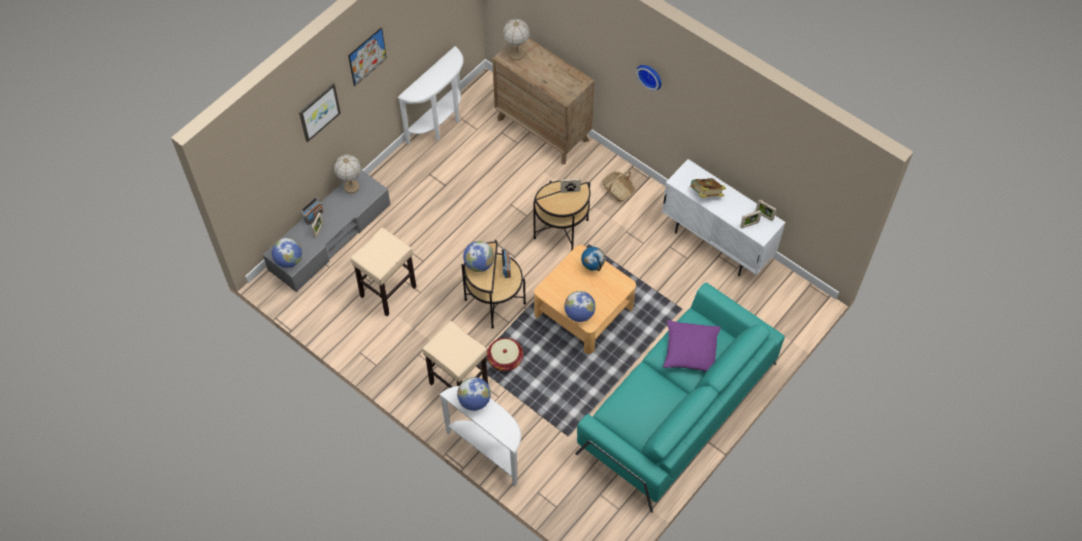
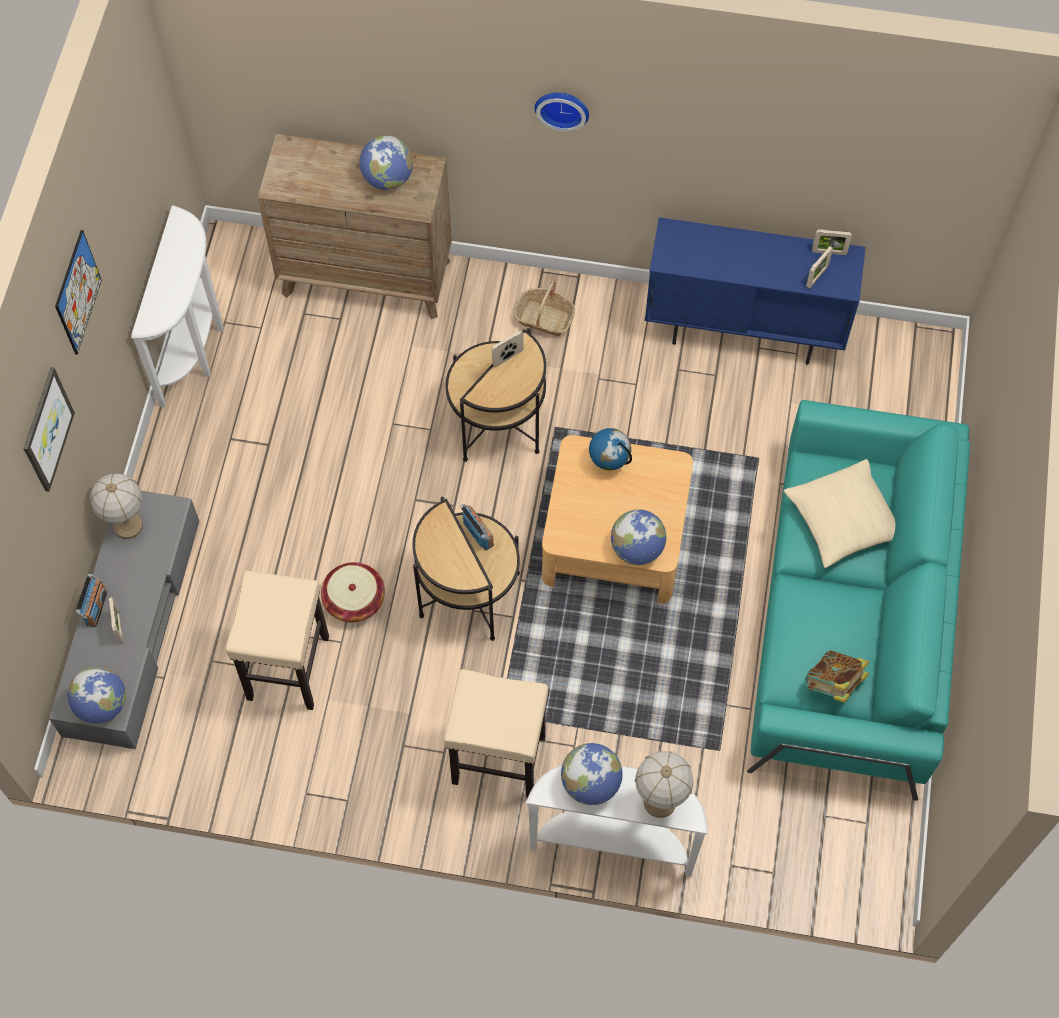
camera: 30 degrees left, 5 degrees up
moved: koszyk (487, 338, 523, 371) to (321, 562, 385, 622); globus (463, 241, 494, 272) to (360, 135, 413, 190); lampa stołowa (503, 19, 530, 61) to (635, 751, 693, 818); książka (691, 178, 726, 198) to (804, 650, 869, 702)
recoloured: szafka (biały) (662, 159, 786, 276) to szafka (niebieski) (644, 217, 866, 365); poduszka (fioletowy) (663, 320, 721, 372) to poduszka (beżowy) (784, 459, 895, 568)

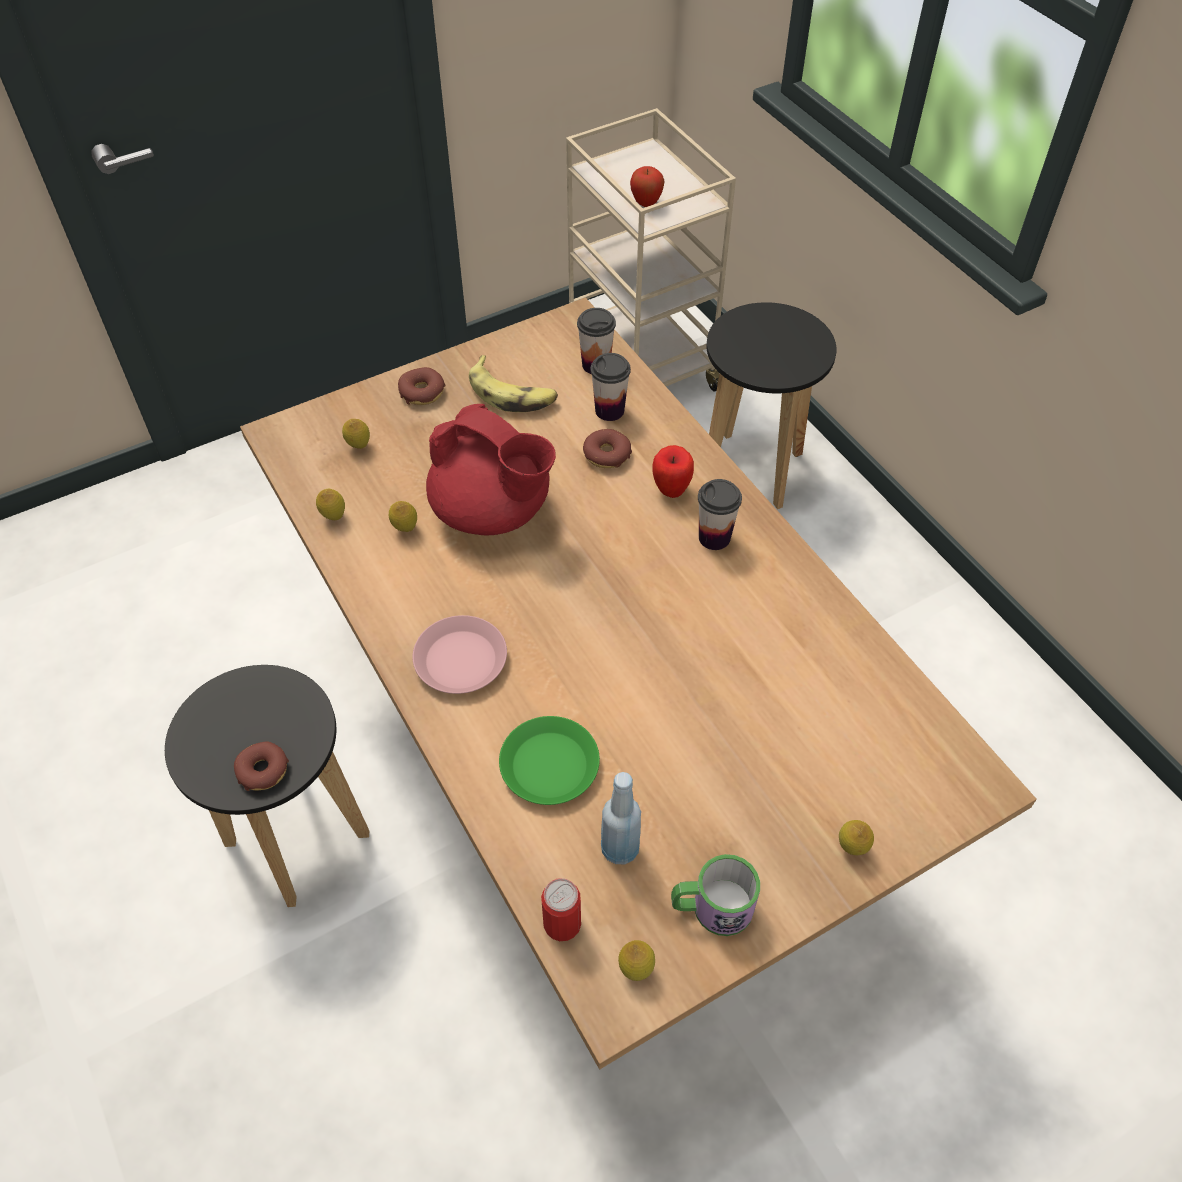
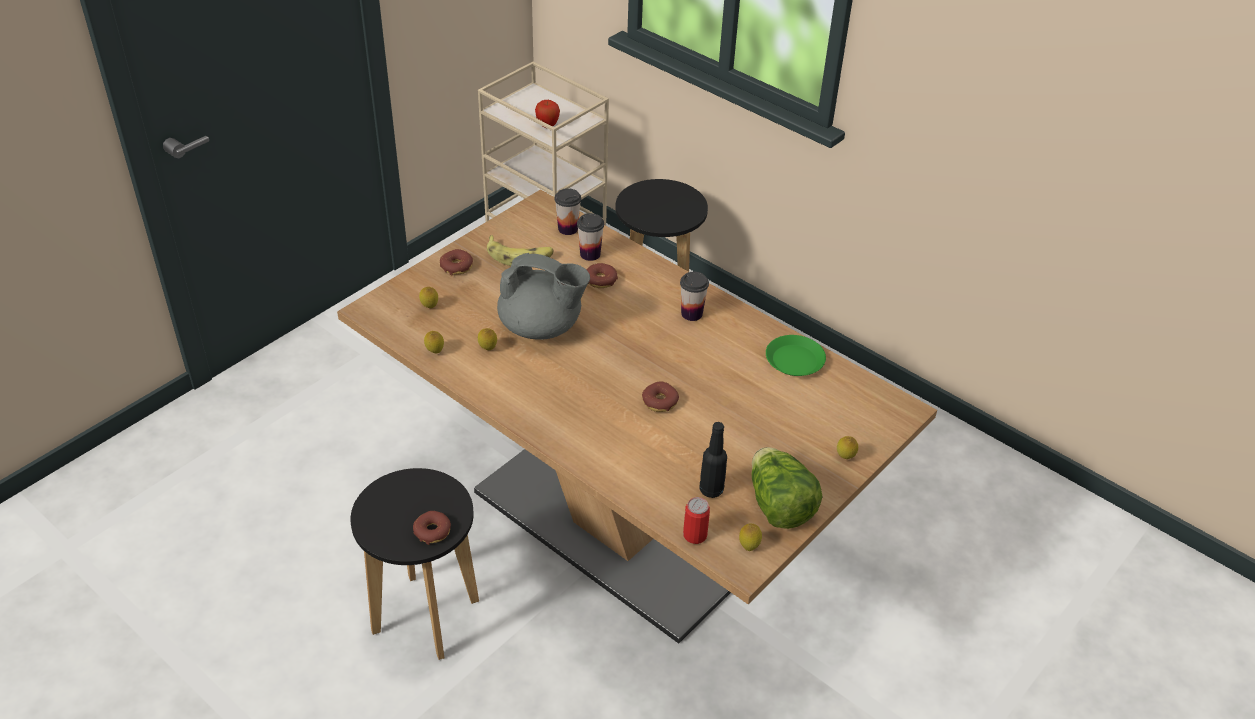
camera: 20 degrees left, 10 degrees down
removed: talerz (różowy) (412, 615, 507, 694); jabłko (652, 445, 694, 498)
added: donut (642, 382, 679, 412)
moved: talerz (zielony) (499, 716, 600, 805) to (766, 335, 826, 376)
replaced: kubek (671, 854, 760, 936) to sałata (752, 447, 823, 529)
recoloured: imbryk (czerwony) (426, 404, 556, 535) to imbryk (szary) (497, 253, 590, 340); butelka (niebieski) (601, 772, 641, 864) to butelka (czarny) (700, 422, 727, 498)

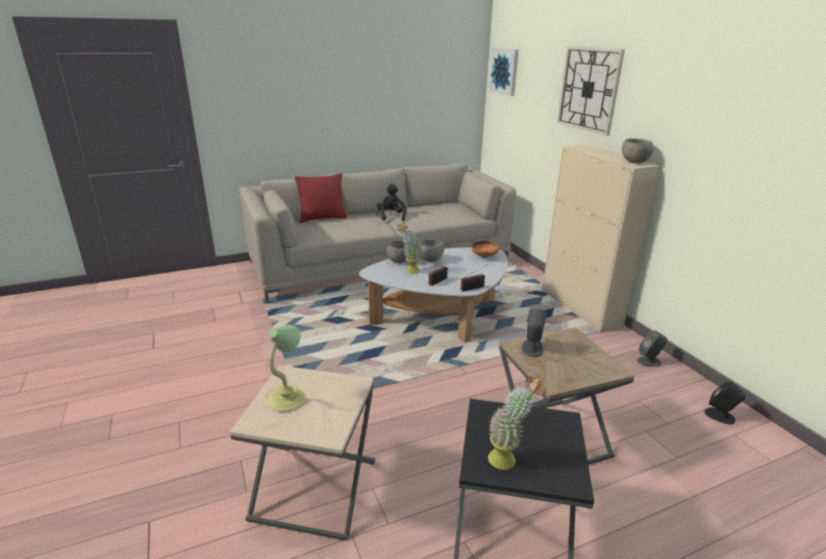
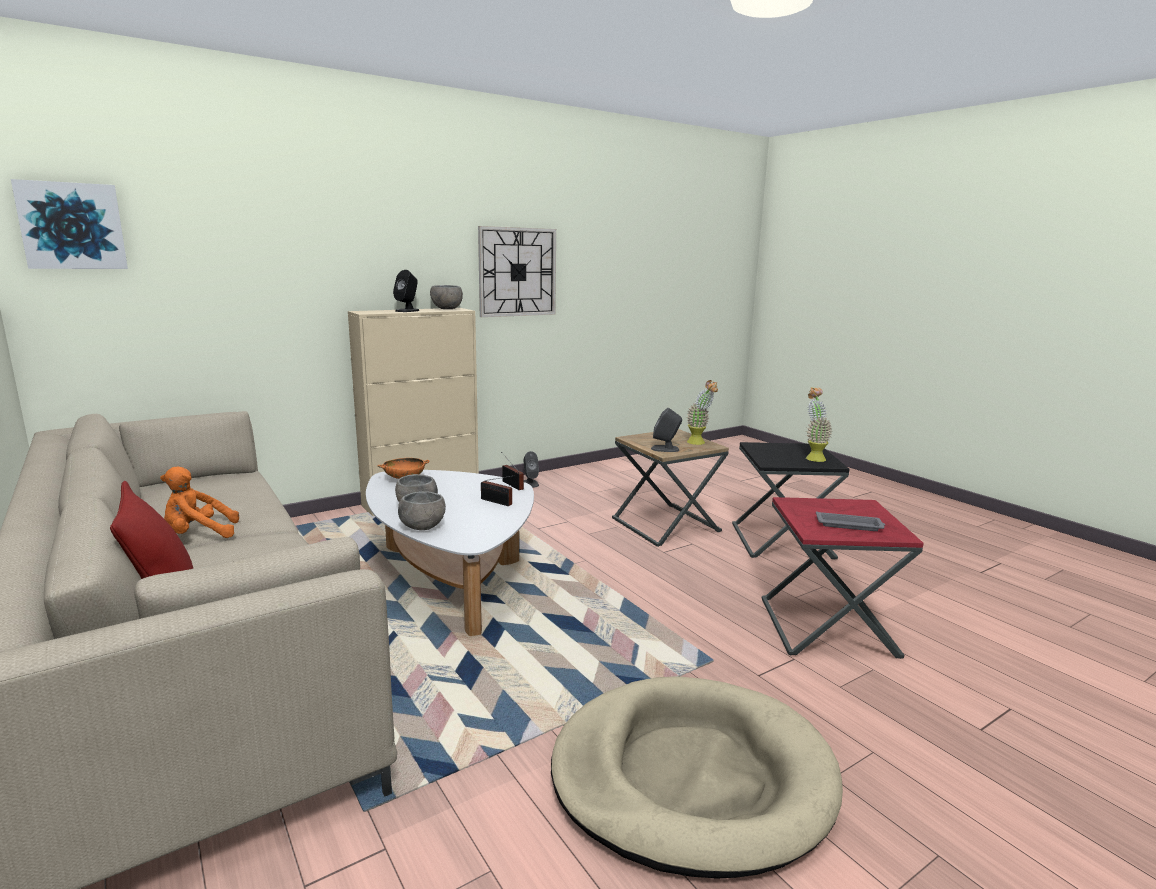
camera: 100 degrees left, 10 degrees down
added: legowisko (beżowy) (551, 676, 843, 879)
moved: głośnik (czarny) (704, 381, 745, 424) to (393, 270, 419, 312); zegar ścienny (557, 46, 625, 136) to (478, 226, 556, 317); roślina doniczkowa (397, 222, 422, 274) to (687, 380, 718, 445)
replaced: lampa stołowa (268, 325, 305, 411) to taca (szary) (816, 511, 885, 531)
recoloured: pluszak (czarny) (377, 184, 406, 221) to pluszak (pomarańczowy) (160, 467, 239, 538); stolik (beżowy) (230, 365, 375, 541) to stolik (czerwony) (762, 497, 924, 659)

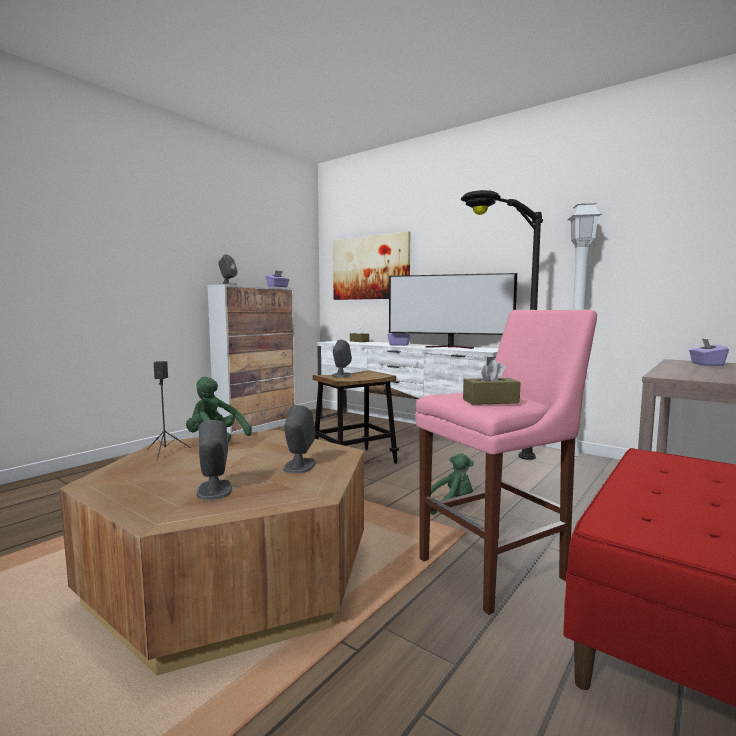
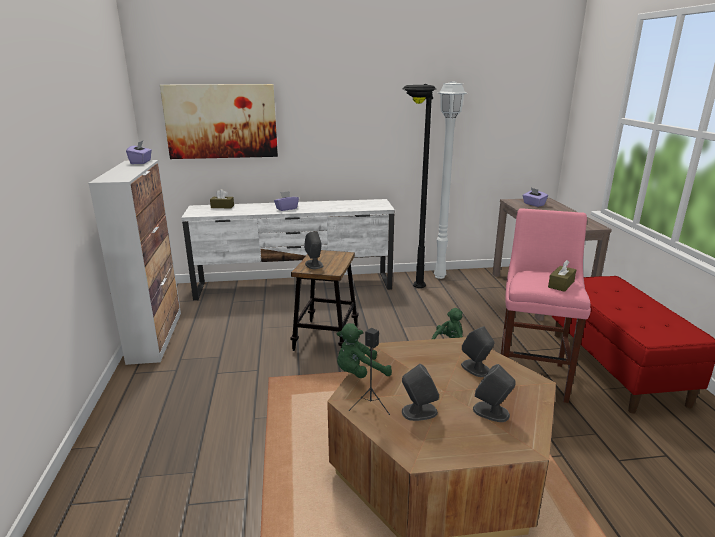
camera: 45 degrees left, 15 degrees up
removed: telewizor (389, 273, 517, 349)
moved: głośnik (szary) (218, 254, 238, 285) to (402, 364, 439, 421)

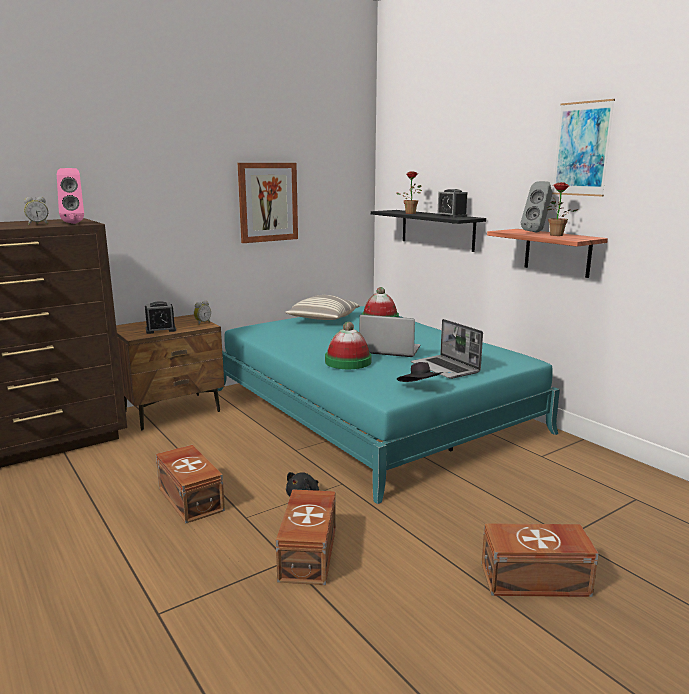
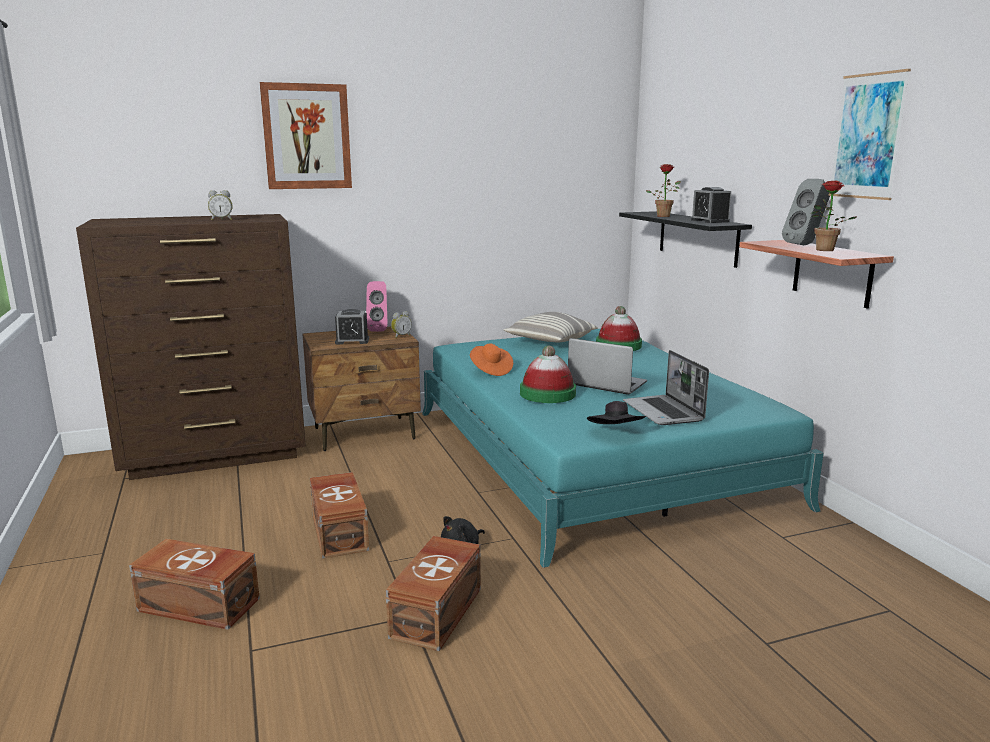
camera: 15 degrees right, 0 degrees up
added: kapelusz (pomarańczowy) (470, 344, 513, 376)
moved: pojemnik do przechowywania (brązowy) (481, 523, 599, 597) to (129, 539, 260, 630); obraz (238, 163, 298, 243) to (260, 82, 352, 189); głośnik (różowy) (57, 168, 84, 224) to (366, 281, 388, 332)

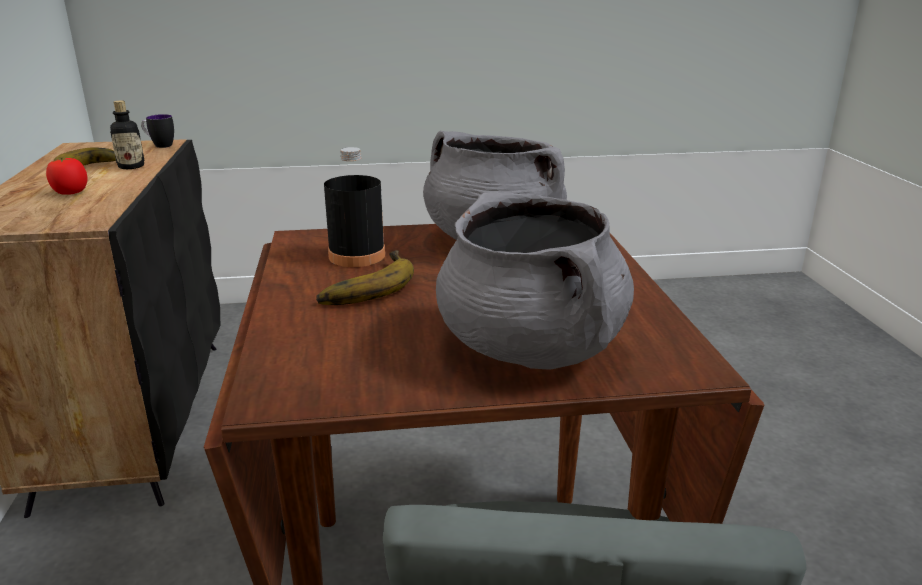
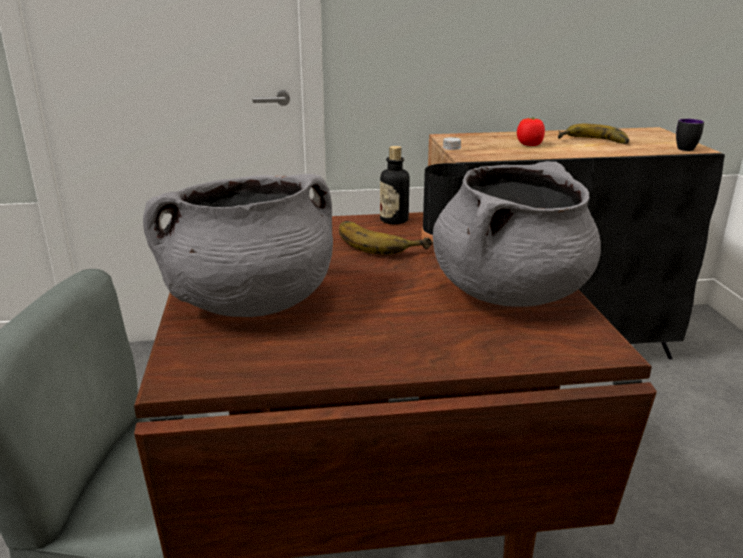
camera: 90 degrees right, 0 degrees up
moved: butelka (110, 101, 145, 169) to (380, 146, 410, 224)

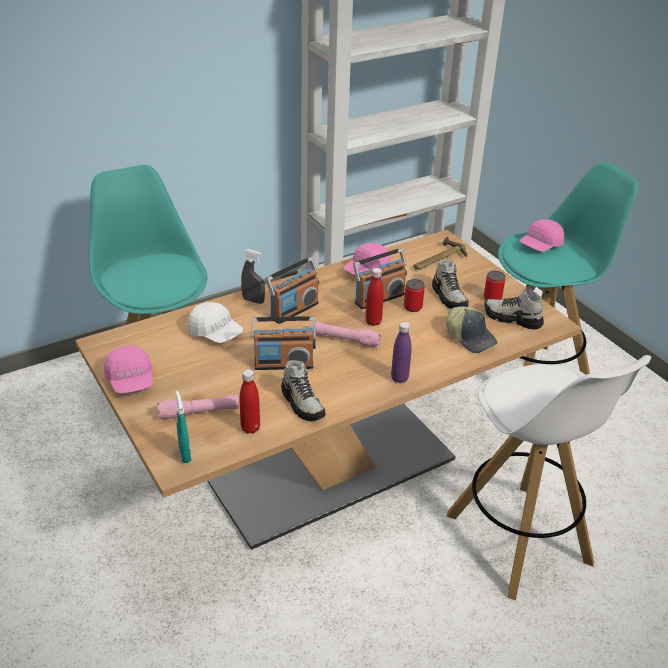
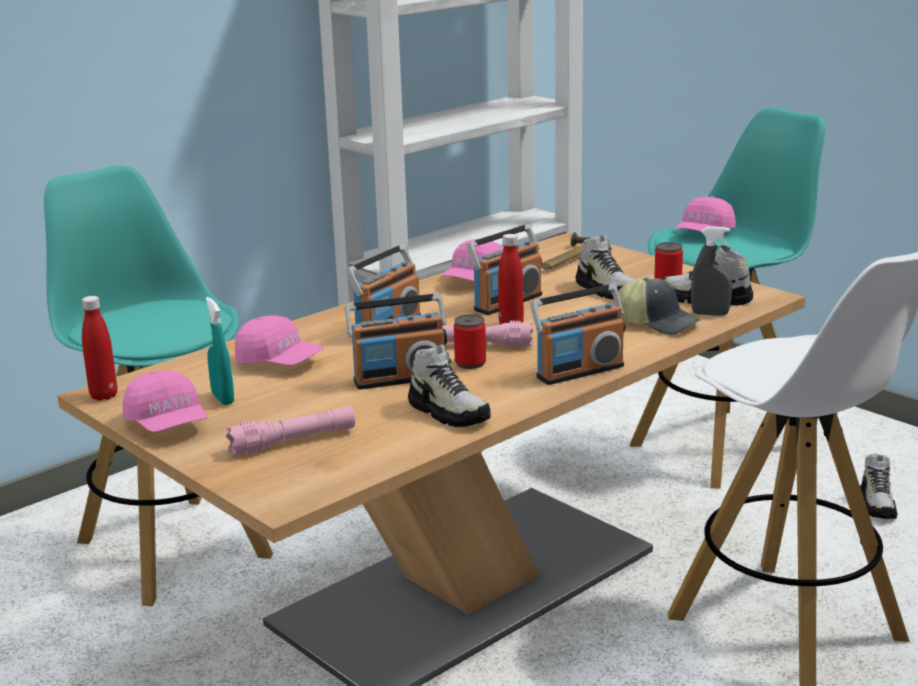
camera: 10 degrees left, 15 degrees down
added: but (860, 454, 897, 519)
moved: butelka (czerwony) (239, 369, 260, 434) to (82, 296, 117, 401); spryskiwacz (turkusowy) (176, 391, 191, 463) to (206, 297, 234, 405); puszka (404, 279, 425, 312) to (454, 315, 486, 369); spryskiwacz (szary) (241, 249, 265, 304) to (691, 227, 732, 316)
replaced: butelka (fioletowy) (391, 322, 412, 383) to radio (530, 284, 626, 385)
recoloured: czapka z daszkiem (biały) (188, 302, 243, 343) to czapka z daszkiem (różowy) (235, 315, 324, 365)

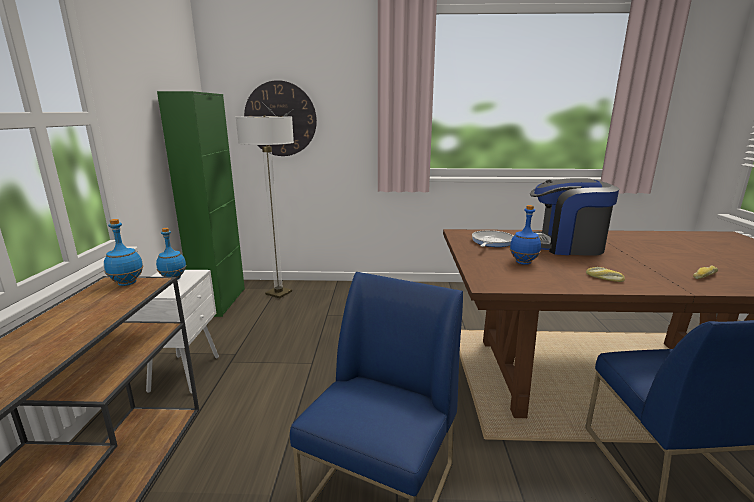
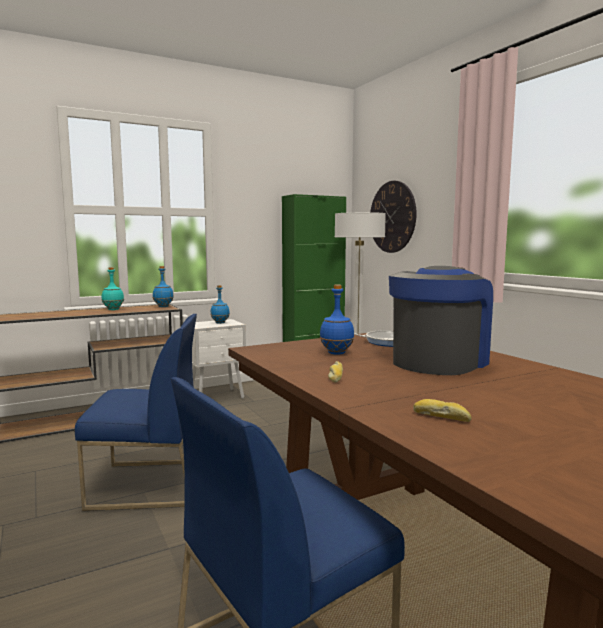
camera: 60 degrees right, 10 degrees down
added: butelka (turkusowy) (101, 267, 124, 310)
turned: ekspres do kawy (530, 178, 619, 256) = (389, 266, 493, 375) 60 degrees clockwise

